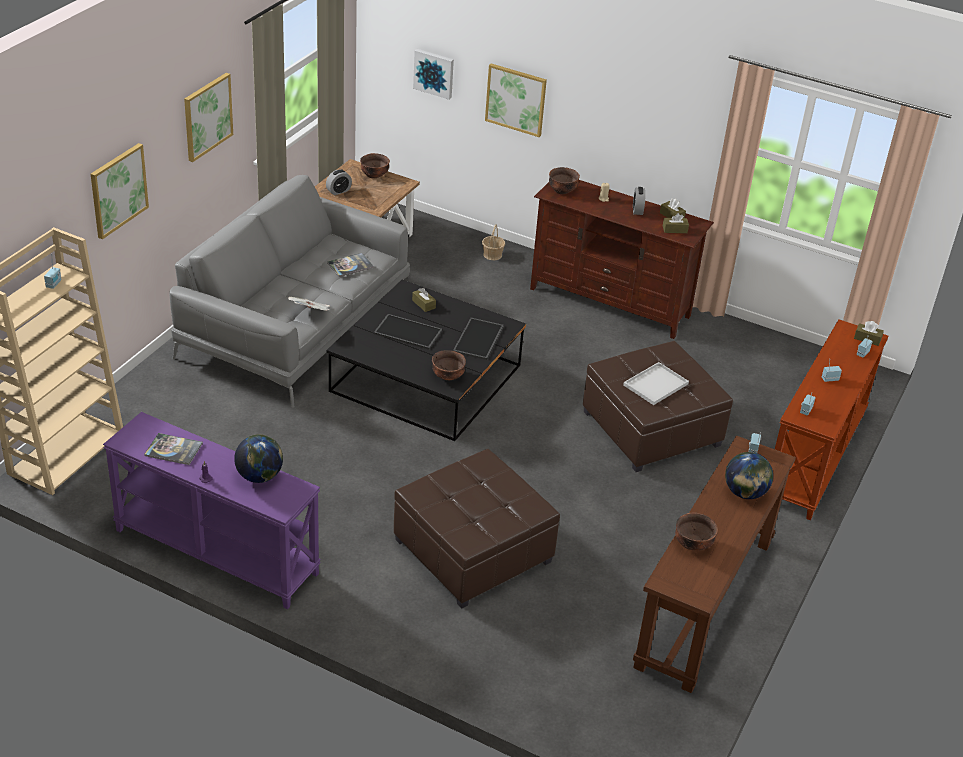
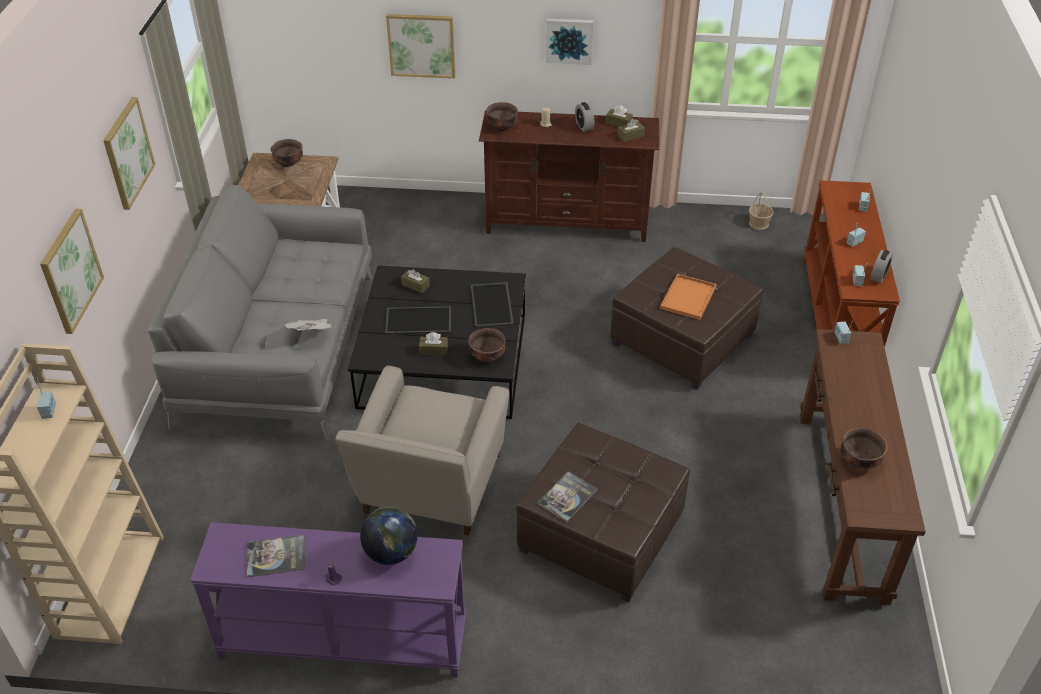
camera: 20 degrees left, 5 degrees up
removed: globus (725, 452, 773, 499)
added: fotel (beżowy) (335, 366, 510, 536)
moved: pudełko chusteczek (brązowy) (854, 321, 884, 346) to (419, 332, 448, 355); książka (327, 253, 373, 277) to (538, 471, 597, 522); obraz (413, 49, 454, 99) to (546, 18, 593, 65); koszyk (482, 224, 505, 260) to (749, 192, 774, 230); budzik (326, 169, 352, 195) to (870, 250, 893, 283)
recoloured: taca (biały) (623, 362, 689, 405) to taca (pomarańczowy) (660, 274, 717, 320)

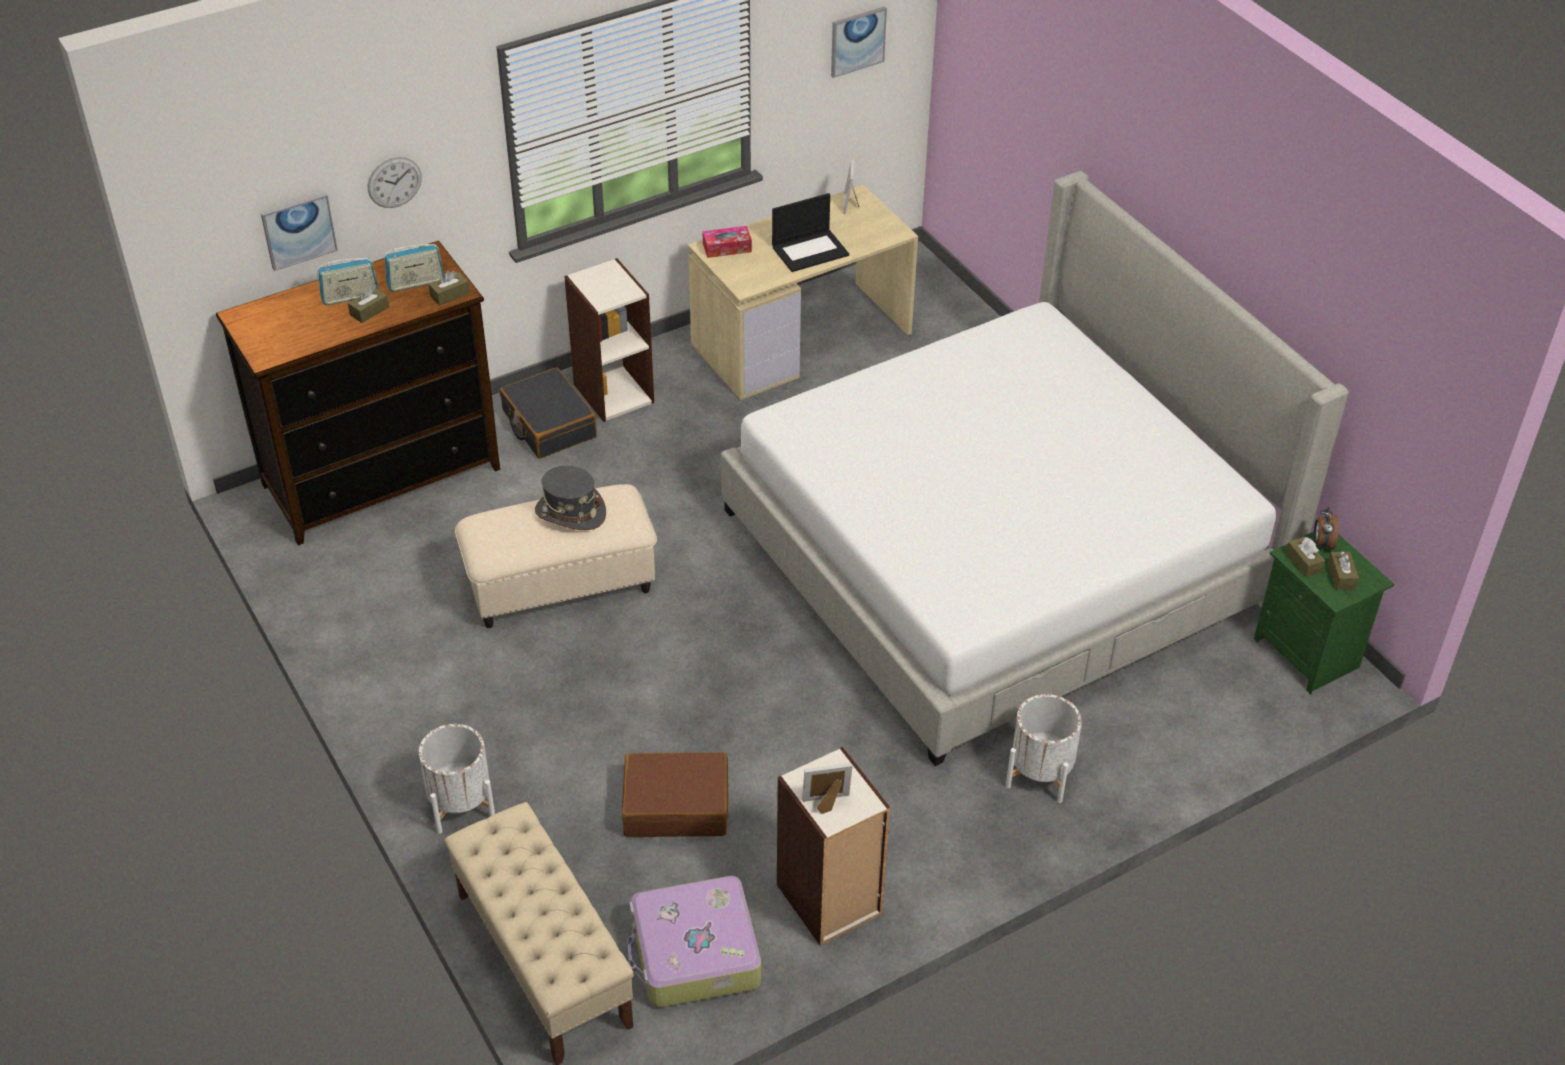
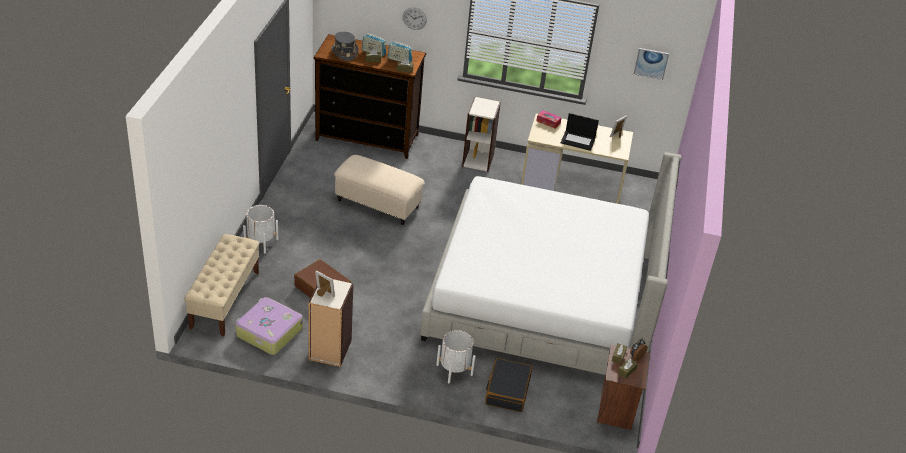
camera: 40 degrees right, 5 degrees down
removed: obraz (261, 193, 338, 271)
moved: kapelusz (szary) (535, 466, 606, 530) to (331, 31, 359, 61); walizka (czarny) (500, 367, 597, 459) to (485, 358, 532, 412)
recoloured: szafka nocna (zielony) (1254, 532, 1394, 694) to szafka nocna (brązowy) (597, 345, 650, 430)

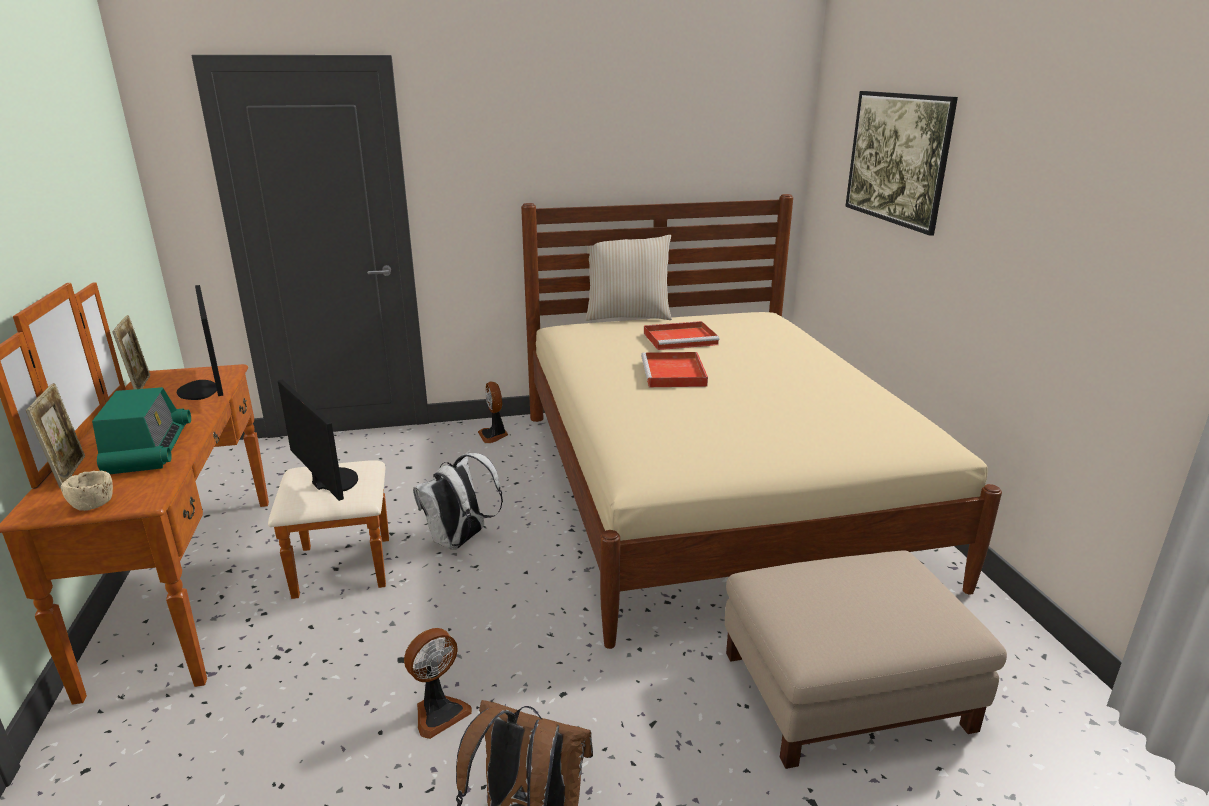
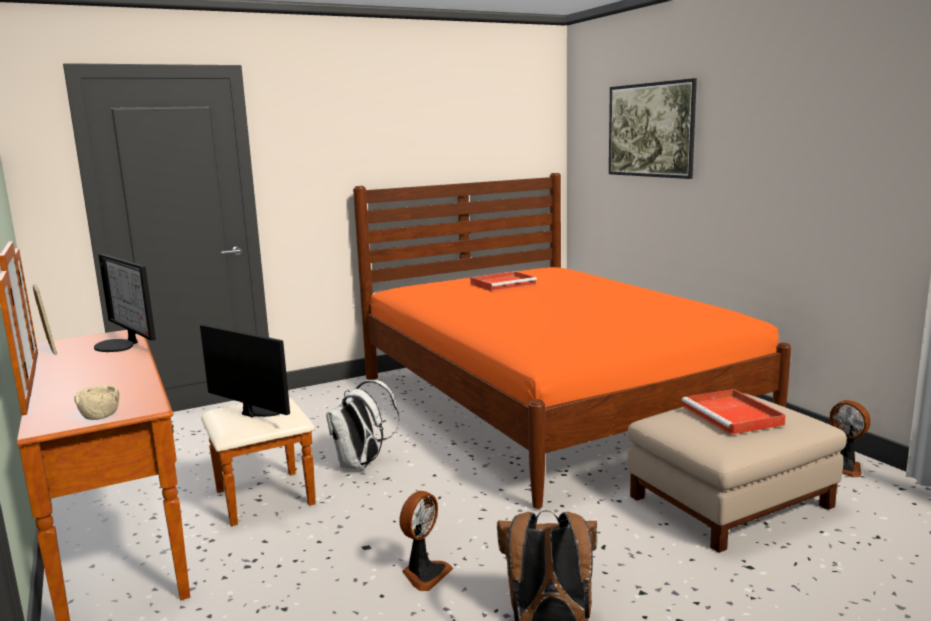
camera: 15 degrees left, 10 degrees down
removed: ramka na zdjęcie (26, 383, 85, 489); radio (92, 387, 191, 474); poduszka (beżowy) (585, 235, 672, 321)
moved: taca (czerwony) (641, 352, 708, 387) to (682, 389, 786, 435); wentylator (478, 382, 508, 443) to (829, 400, 871, 477)
recoloured: łóżko (beżowy) (521, 194, 1002, 649) to łóżko (pomarańczowy) (353, 173, 791, 509)

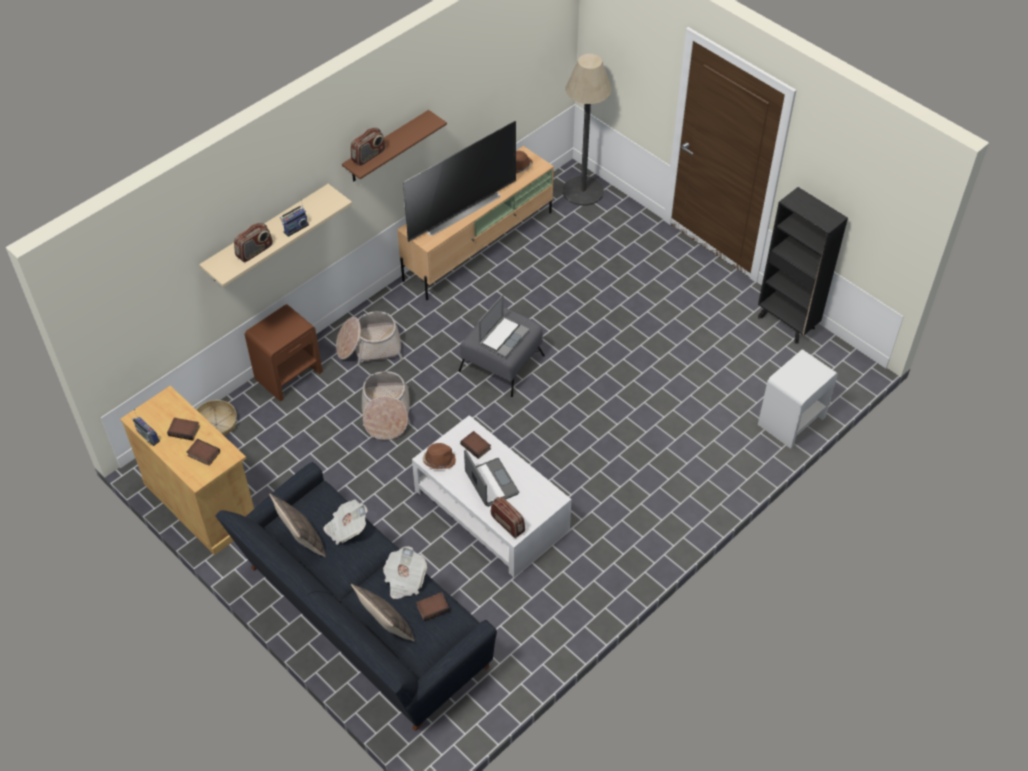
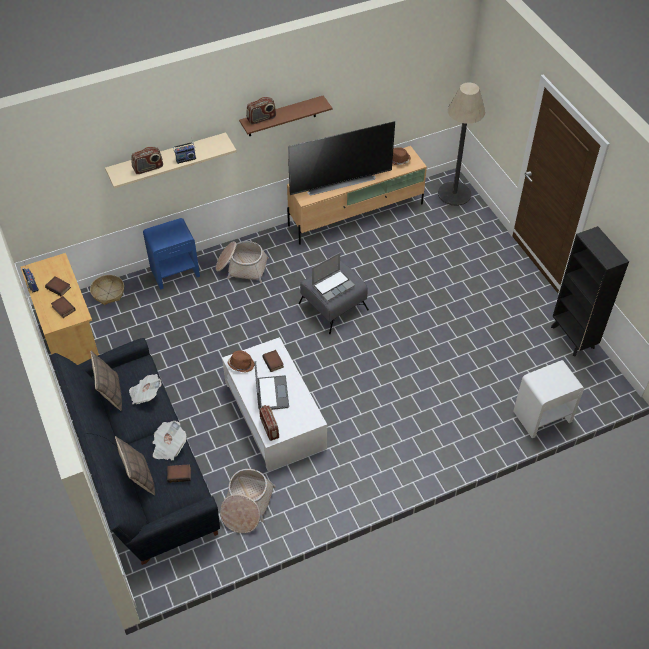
camera: 20 degrees right, 0 degrees up
moved: koszyk (362, 371, 410, 440) to (220, 469, 276, 533)
recoloured: szafka nocna (brązowy) (245, 304, 323, 402) to szafka nocna (niebieski) (143, 218, 200, 290)

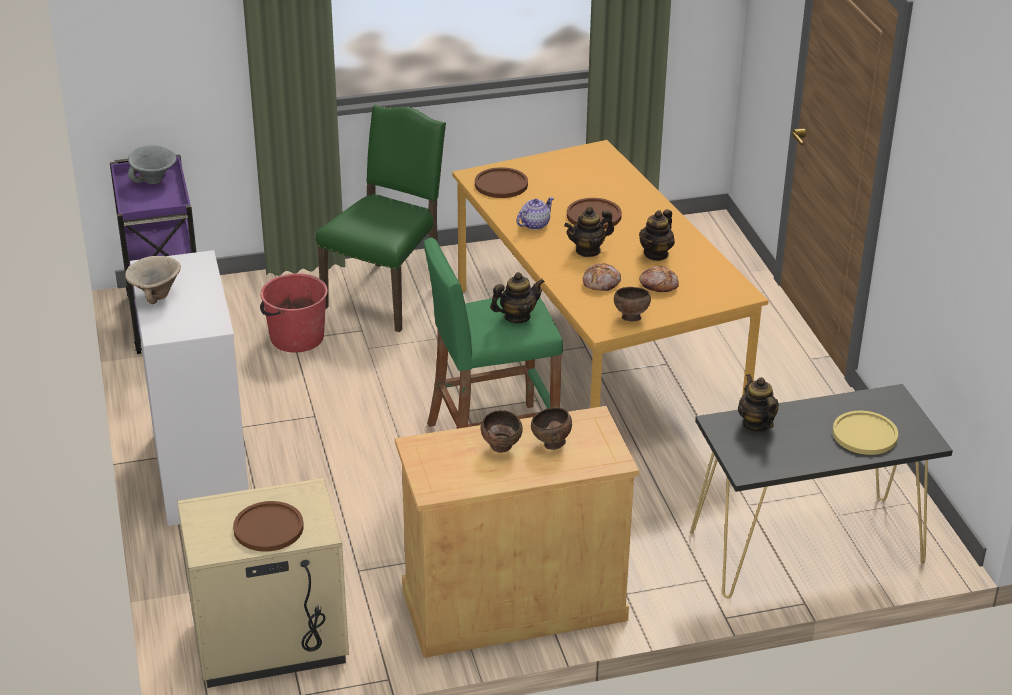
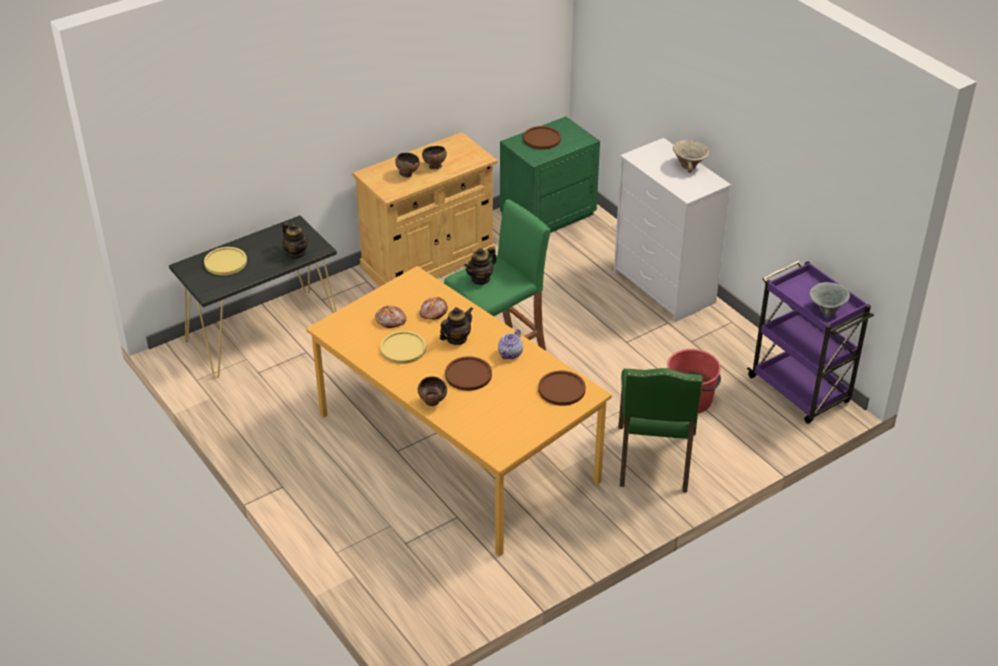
camera: 160 degrees right, 5 degrees up
moved: miska (brązowy) (614, 287, 651, 321) to (418, 376, 447, 406)
replaced: imbryk (639, 209, 675, 261) to talerz (żółty) (380, 331, 426, 364)
recoloured: szafka nocna (beżowy) (177, 478, 349, 688) to szafka nocna (zielony) (500, 116, 600, 233)

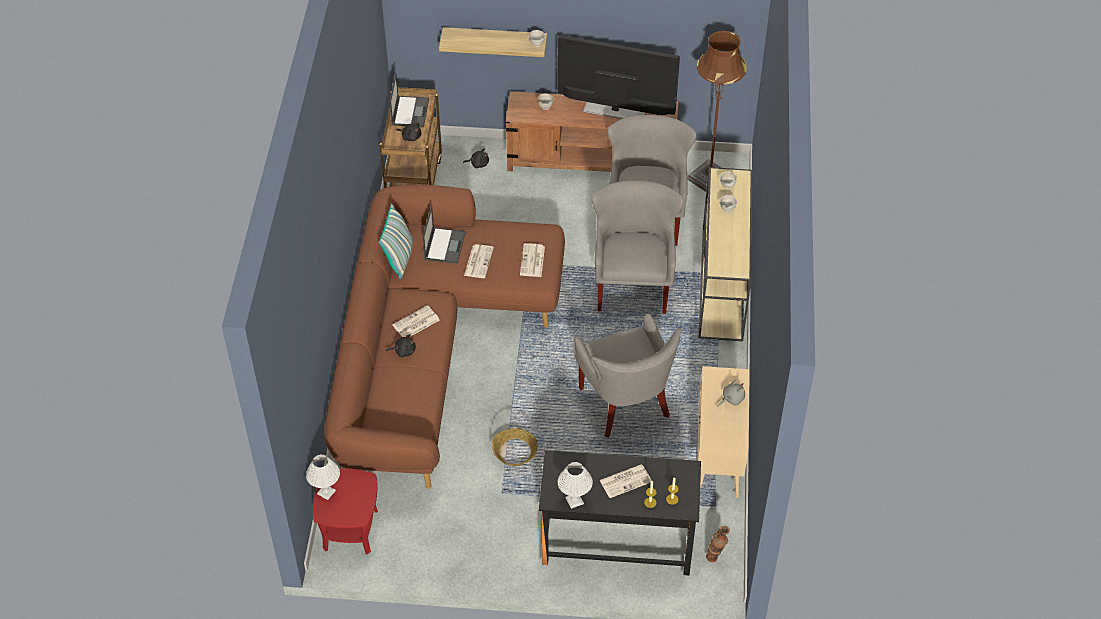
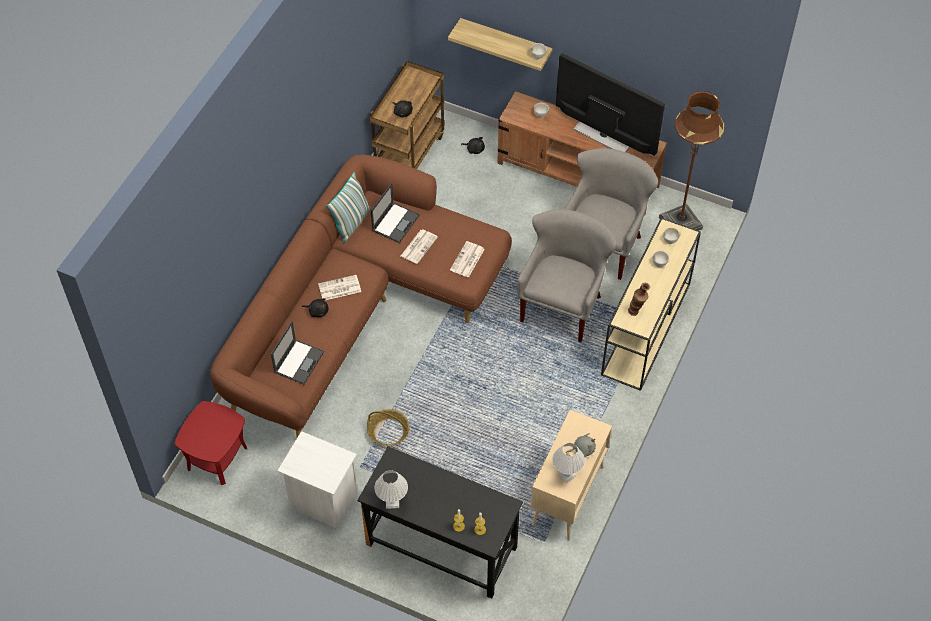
camera: 20 degrees right, 5 degrees up
removed: fotel (szary) (574, 314, 682, 438); gazeta (600, 465, 652, 498)
added: szafka nocna (biały) (278, 431, 358, 528)
moved: laptop (389, 73, 429, 127) to (271, 321, 324, 385); lampa stołowa (biały) (306, 455, 340, 500) to (552, 443, 585, 483); wazon (706, 526, 730, 562) to (628, 283, 650, 316)

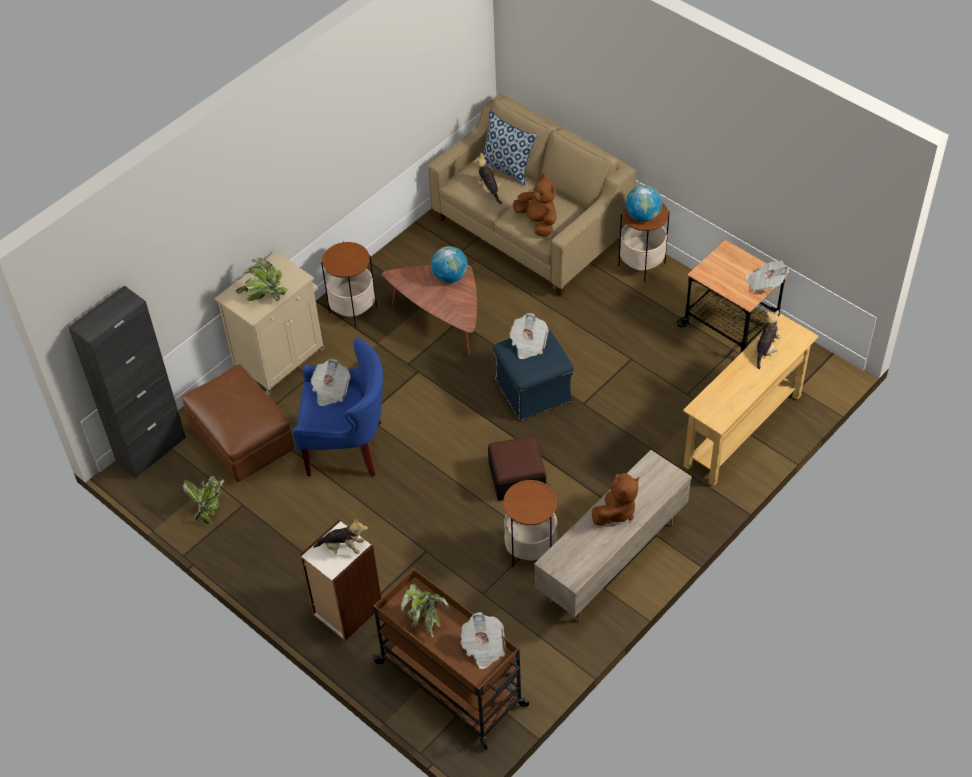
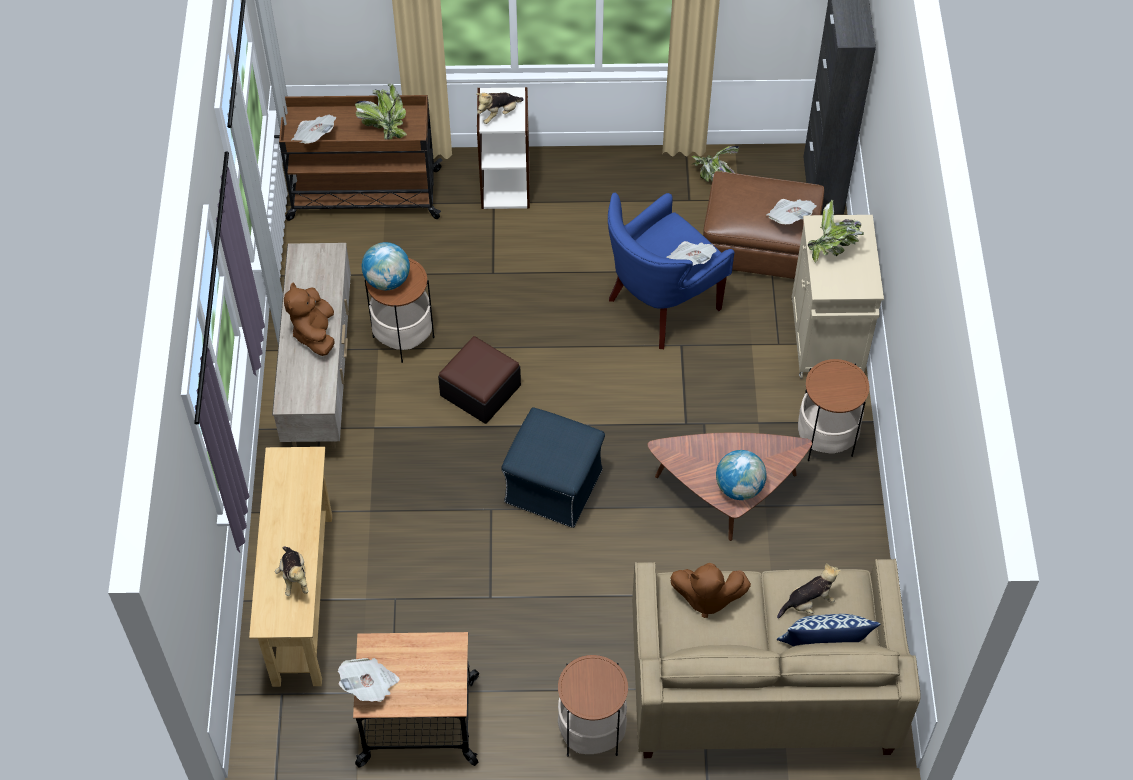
camera: 135 degrees right, 5 degrees up
moved: globus (626, 185, 662, 222) to (362, 242, 410, 290); gazeta (509, 313, 549, 359) to (766, 199, 817, 224)
turned: pluszak (474, 153, 502, 204) = (777, 563, 841, 619) 45 degrees counterclockwise

